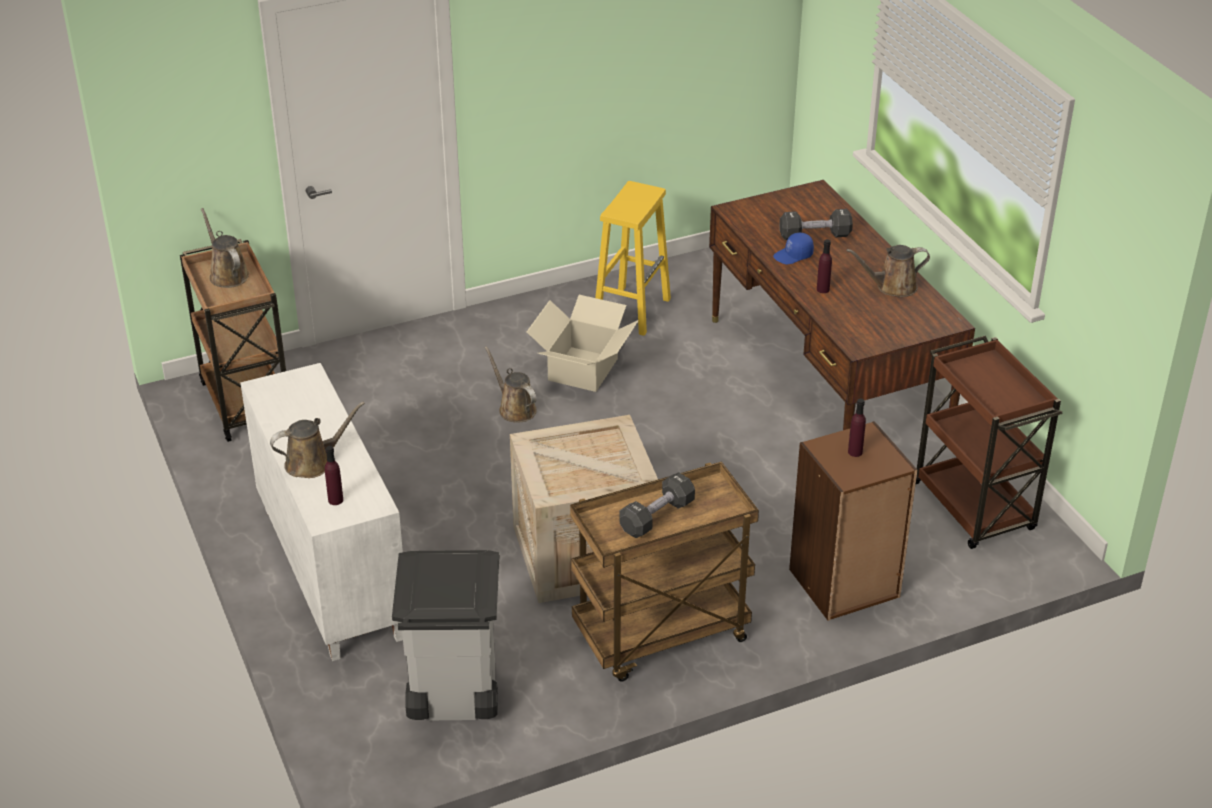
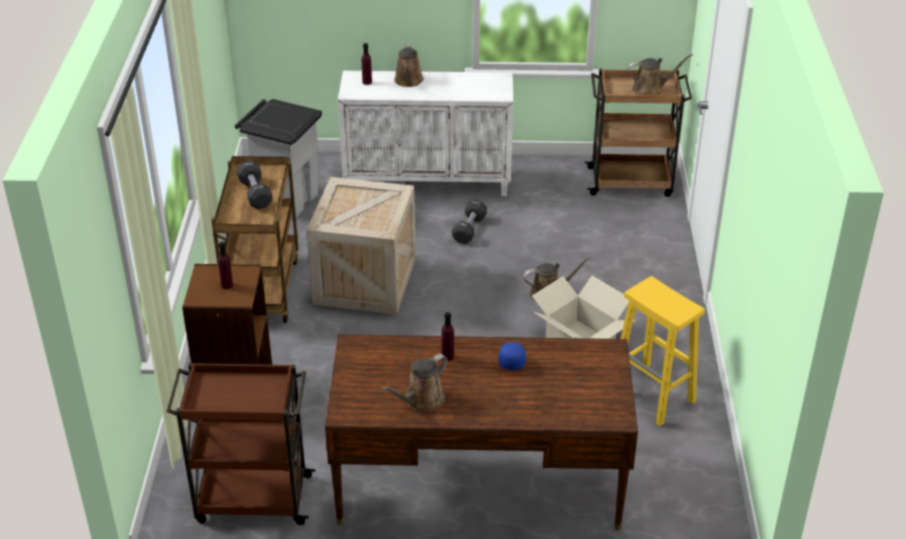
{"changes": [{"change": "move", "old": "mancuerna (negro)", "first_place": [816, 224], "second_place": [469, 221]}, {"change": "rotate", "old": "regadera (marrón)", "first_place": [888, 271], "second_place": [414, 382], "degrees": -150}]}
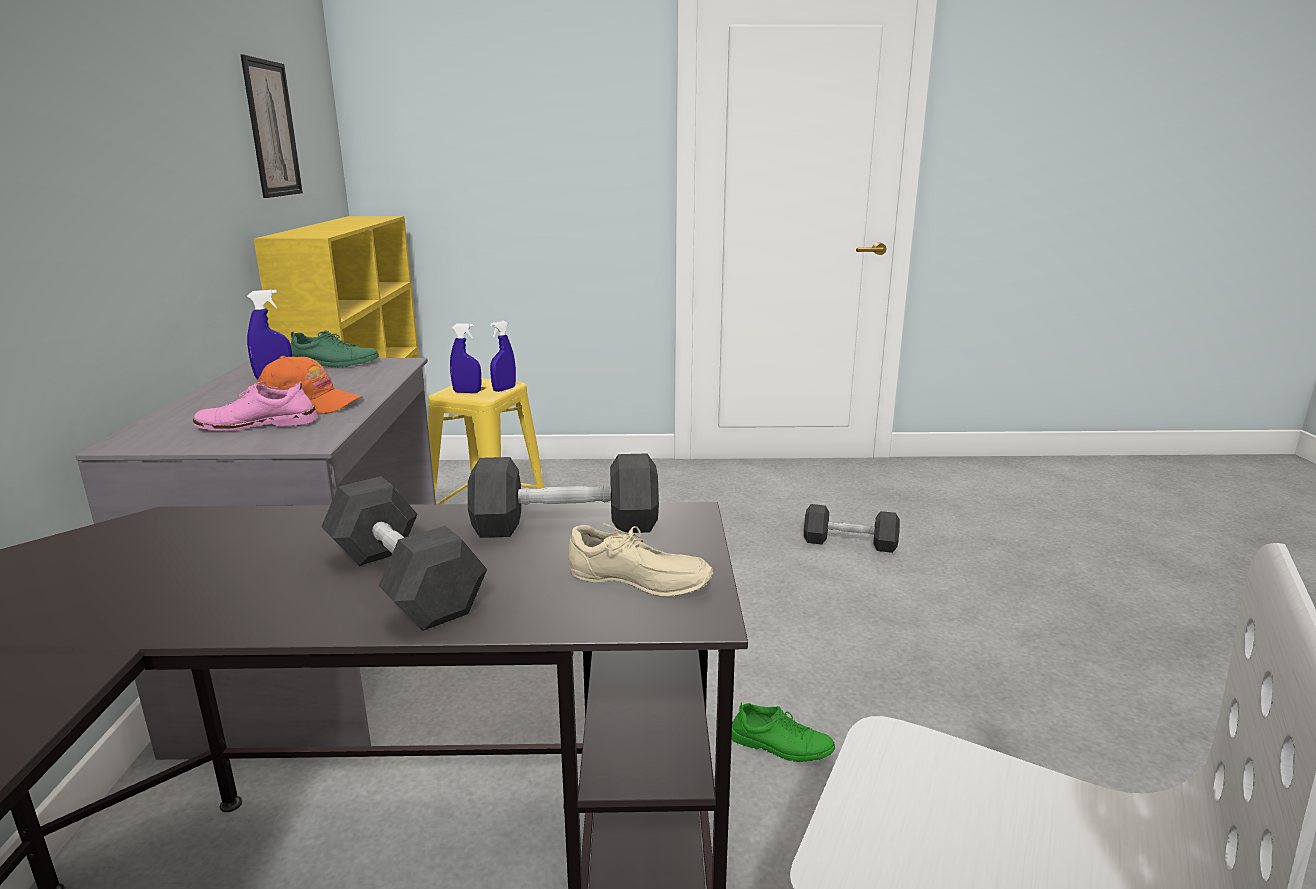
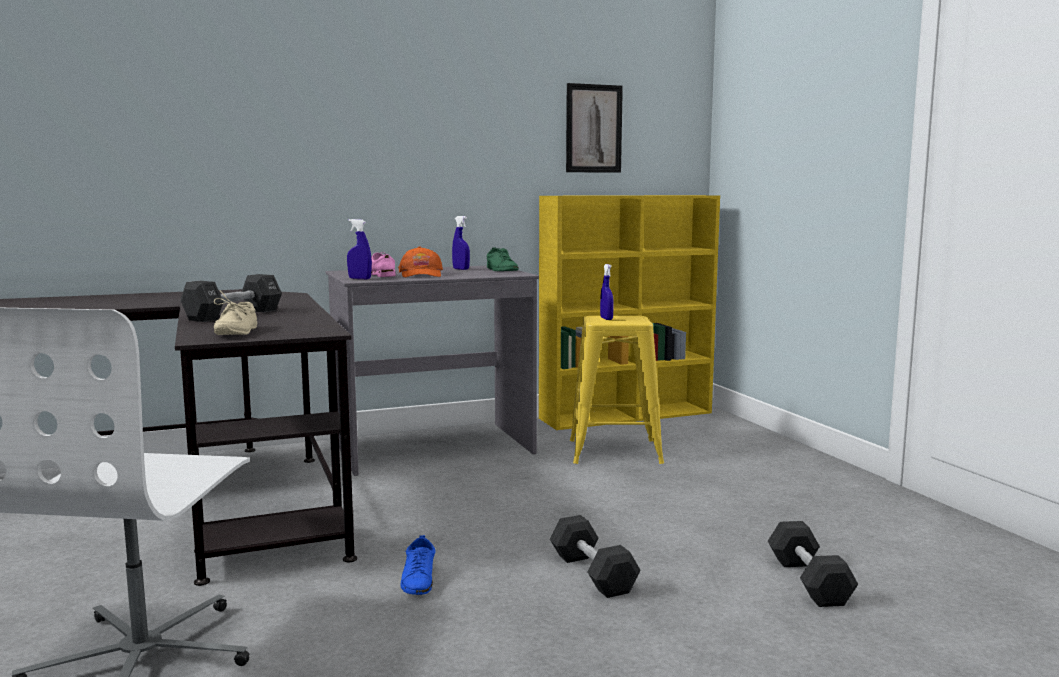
{"changes": [{"change": "move", "old": "mancuerna (negro)", "first_place": [563, 495], "second_place": [595, 556]}, {"change": "move", "old": "pulverizador (azul)", "first_place": [503, 356], "second_place": [359, 249]}, {"change": "recolor", "old": "zapato (verde)", "new": "zapato (azul)", "first_place": [783, 732], "second_place": [418, 565]}]}
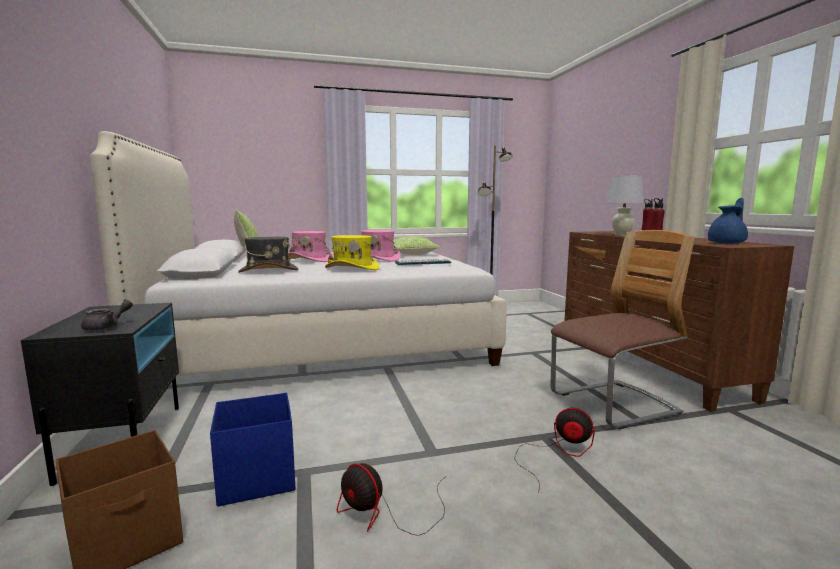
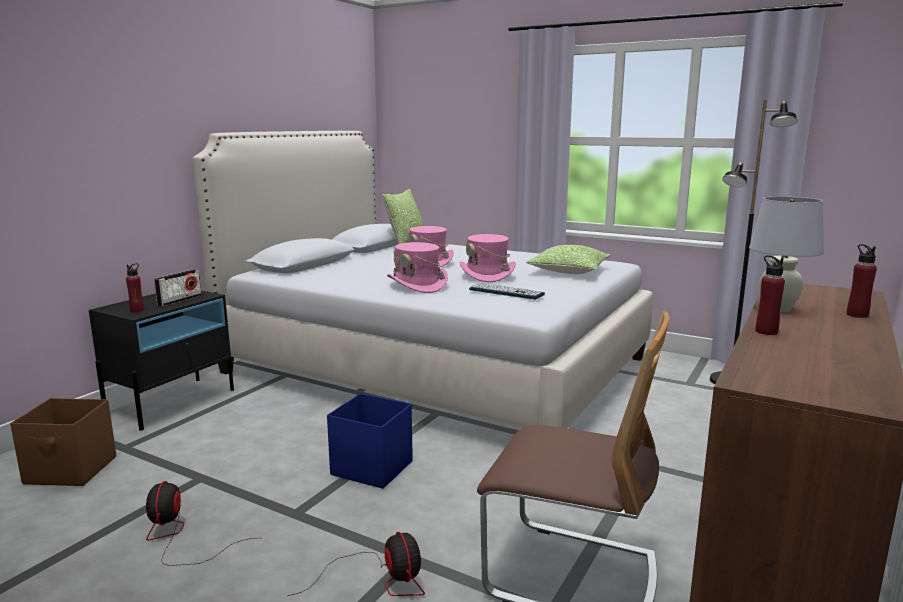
{"changes": [{"change": "replace", "old": "tetera (gris)", "new": "botella (rojo)", "first_place": [107, 315], "second_place": [135, 288]}, {"change": "move", "old": "caja de almacenaje (azul)", "first_place": [252, 449], "second_place": [370, 441]}, {"change": "delete", "old": "sombrero (gris)", "first_place": [268, 255]}, {"change": "recolor", "old": "sombrero (amarillo)", "new": "sombrero (rosa)", "first_place": [352, 252], "second_place": [417, 267]}, {"change": "delete", "old": "tetera (azul)", "first_place": [728, 221]}, {"change": "insert", "new": "radio", "second_place": [177, 287]}]}
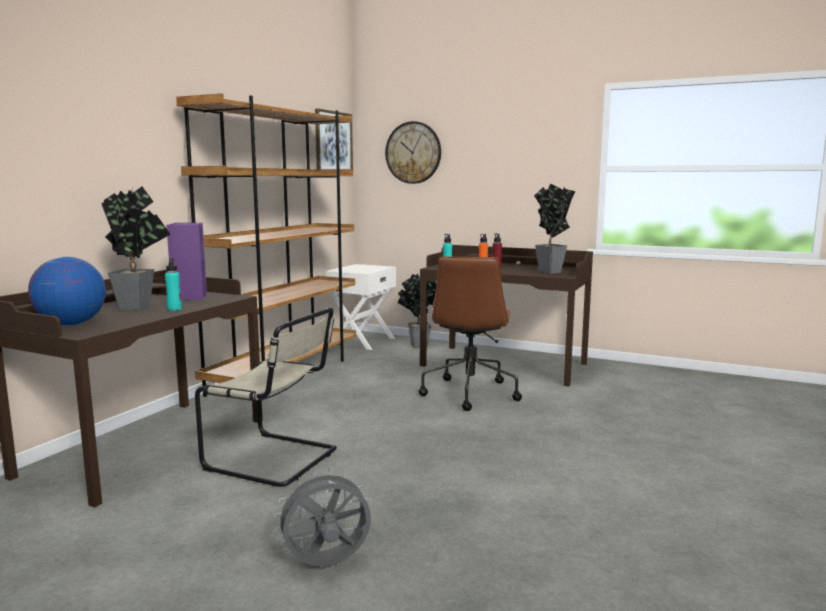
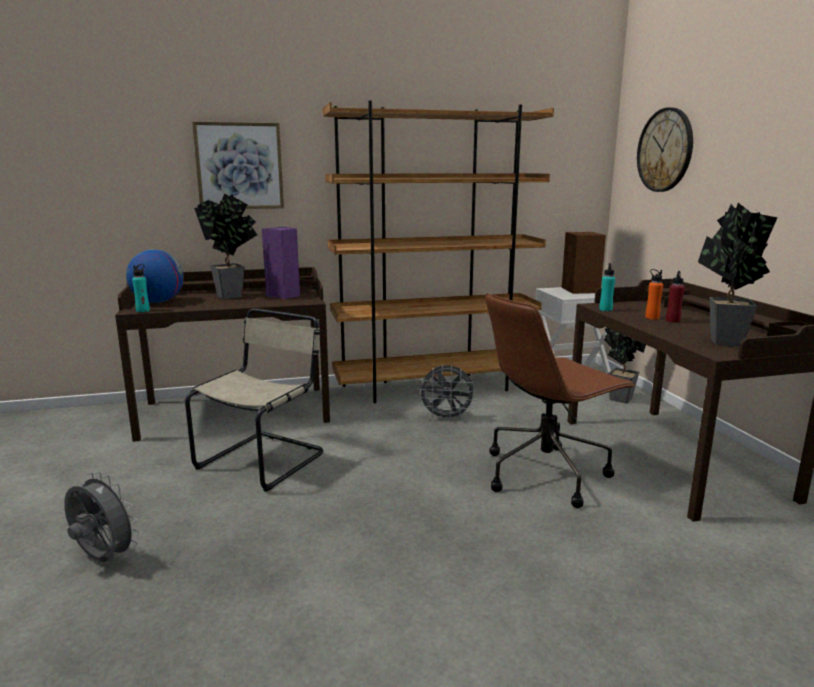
{"changes": [{"change": "move", "old": "botella (turquesa)", "first_place": [173, 284], "second_place": [141, 288]}, {"change": "rotate", "old": "silla (beis)", "first_place": [266, 397], "second_place": [254, 400], "degrees": -135}, {"change": "move", "old": "cuadro", "first_place": [334, 139], "second_place": [238, 165]}, {"change": "insert", "new": "ventilador (gris)", "second_place": [446, 393]}, {"change": "insert", "new": "altavoz (marrón)", "second_place": [584, 263]}]}
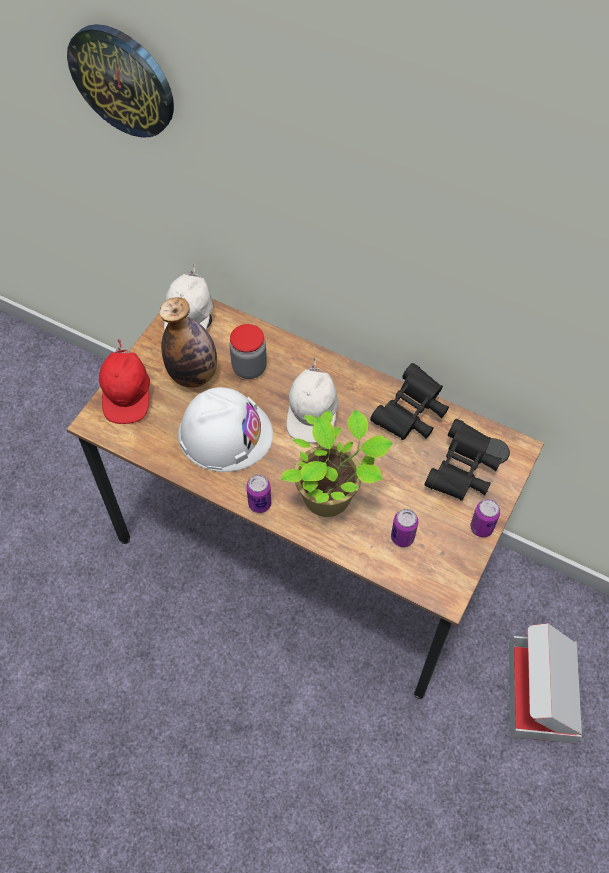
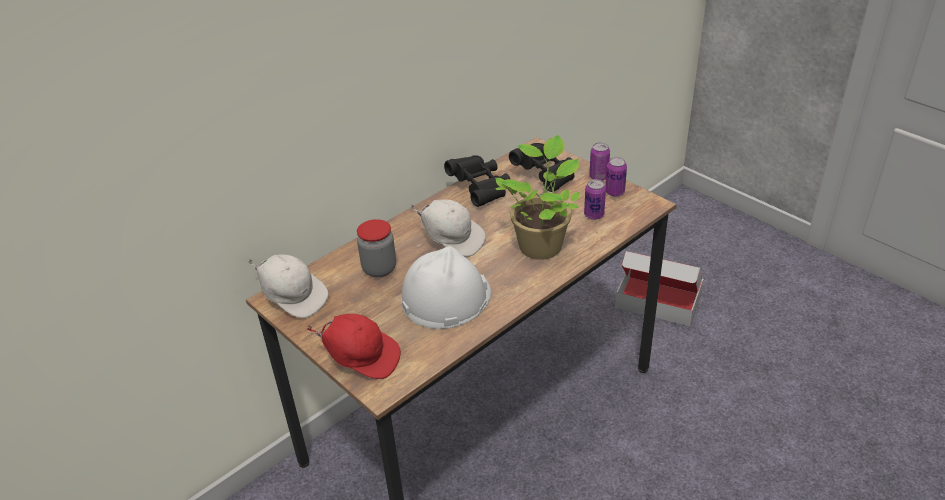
{"changes": [{"change": "delete", "old": "reloj de pared", "first_place": [120, 81]}, {"change": "delete", "old": "botella", "first_place": [188, 342]}, {"change": "move", "old": "lata", "first_place": [258, 494], "second_place": [616, 177]}]}
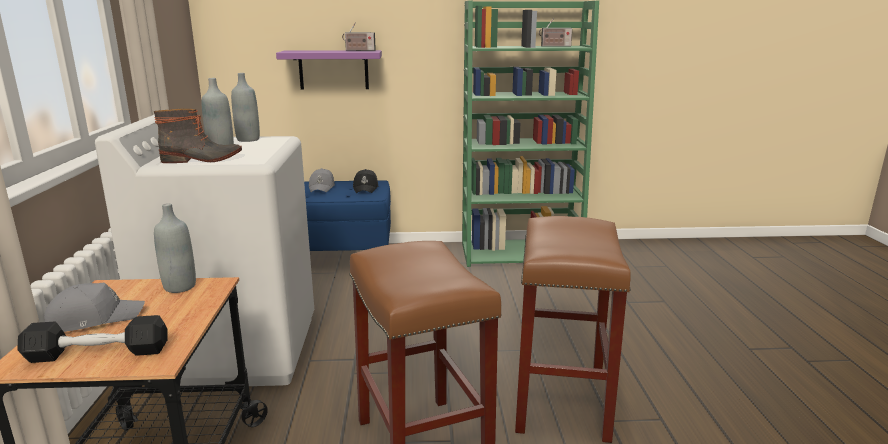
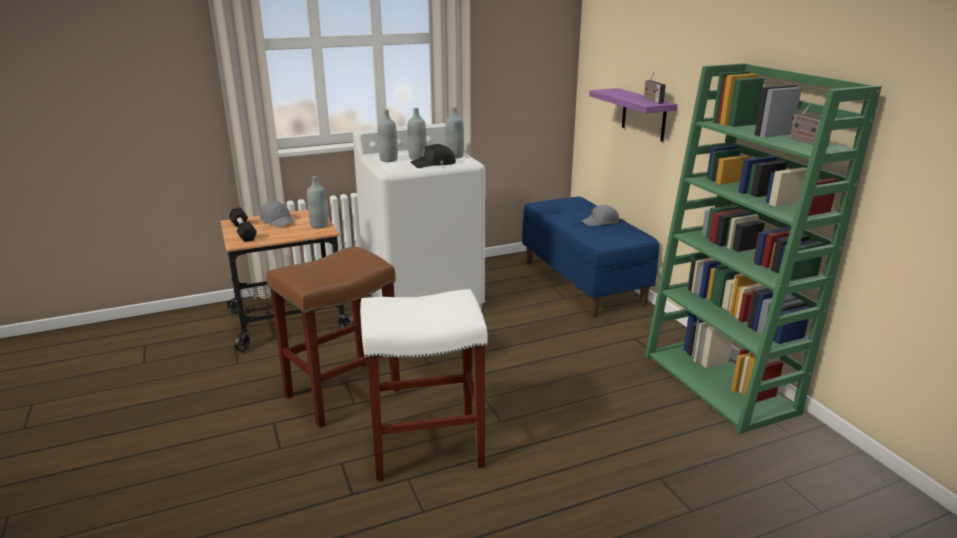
{"changes": [{"change": "replace", "old": "bota", "new": "botella (gris)", "first_place": [198, 136], "second_place": [388, 135]}, {"change": "move", "old": "gorra (negro)", "first_place": [365, 181], "second_place": [433, 156]}, {"change": "recolor", "old": "taburete (marrón)", "new": "taburete (blanco)", "first_place": [573, 329], "second_place": [424, 385]}]}
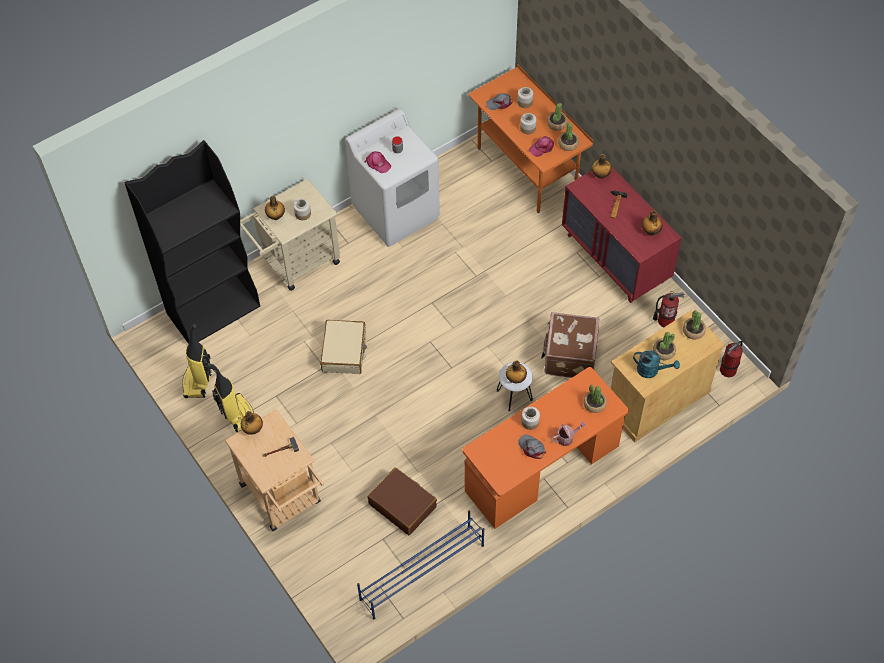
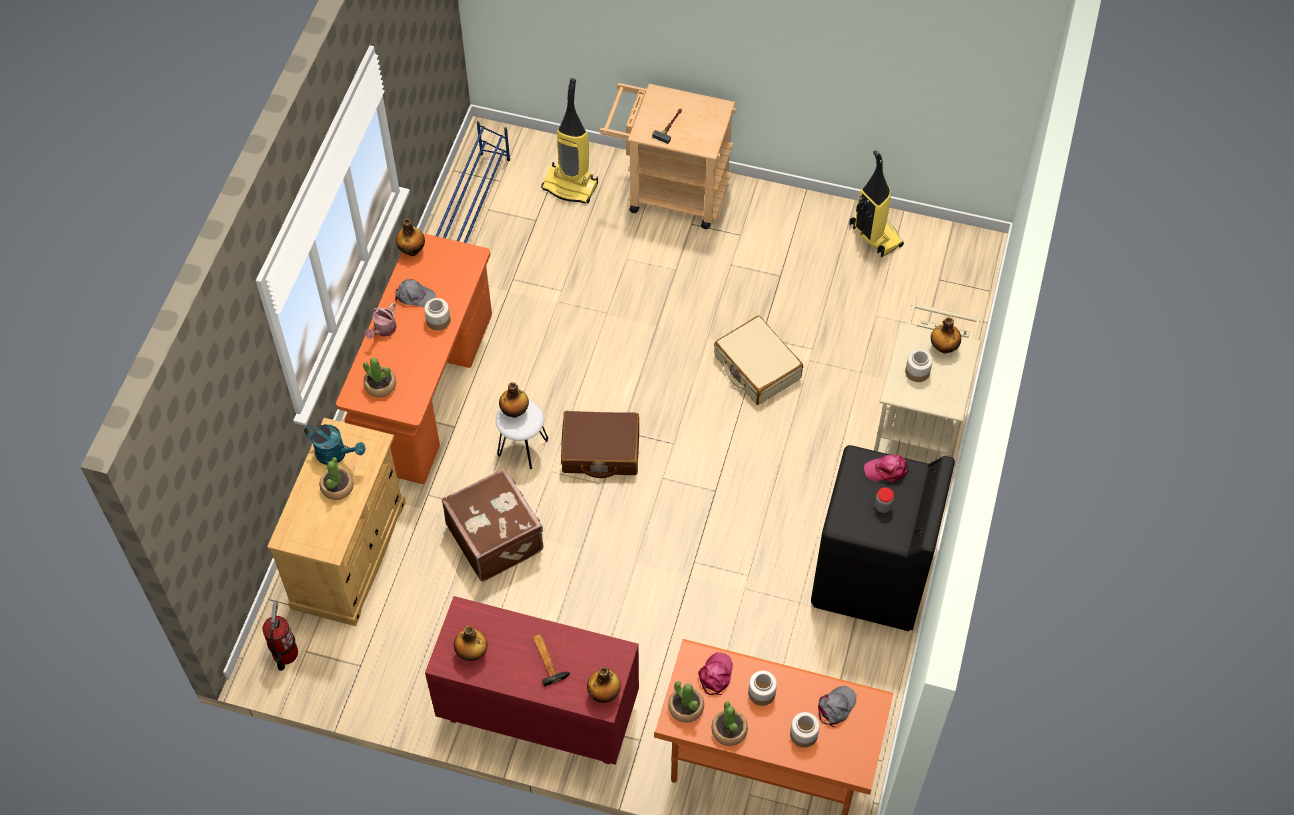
{"changes": [{"change": "delete", "old": "estantería (negro)", "first_place": [192, 242]}, {"change": "move", "old": "aspiradora", "first_place": [230, 397], "second_place": [569, 141]}, {"change": "move", "old": "botella", "first_place": [252, 423], "second_place": [410, 237]}, {"change": "recolor", "old": "lavadora (blanco)", "new": "lavadora (negro)", "first_place": [393, 178], "second_place": [883, 538]}, {"change": "move", "old": "maleta (marrón)", "first_place": [402, 501], "second_place": [600, 444]}, {"change": "rotate", "old": "regadera (turquesa)", "first_place": [656, 364], "second_place": [335, 444], "degrees": -135}, {"change": "delete", "old": "extintor", "first_place": [668, 309]}, {"change": "delete", "old": "planta en maceta", "first_place": [694, 324]}]}
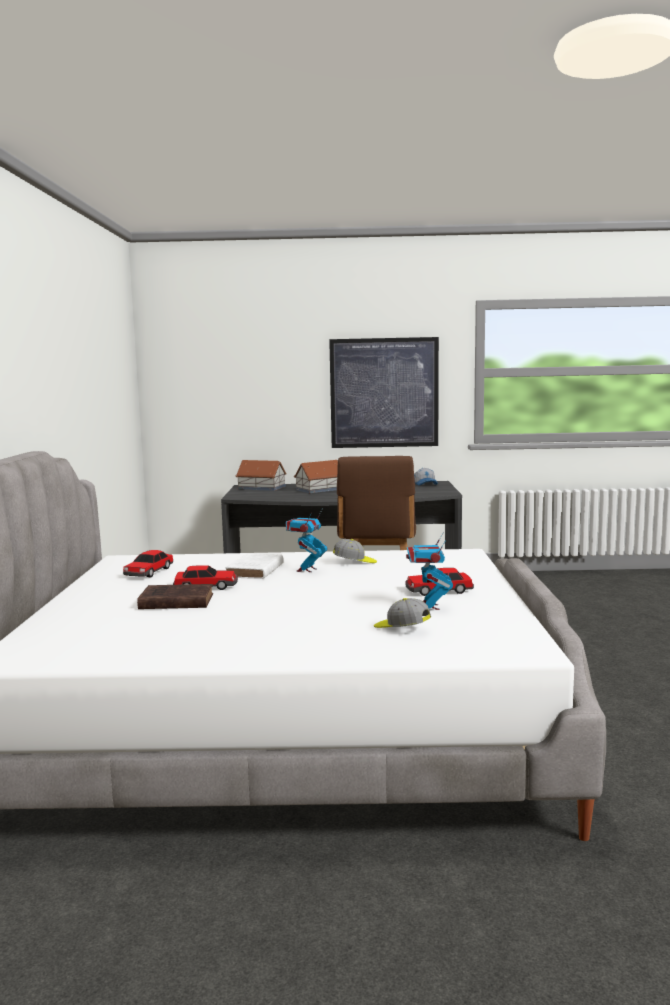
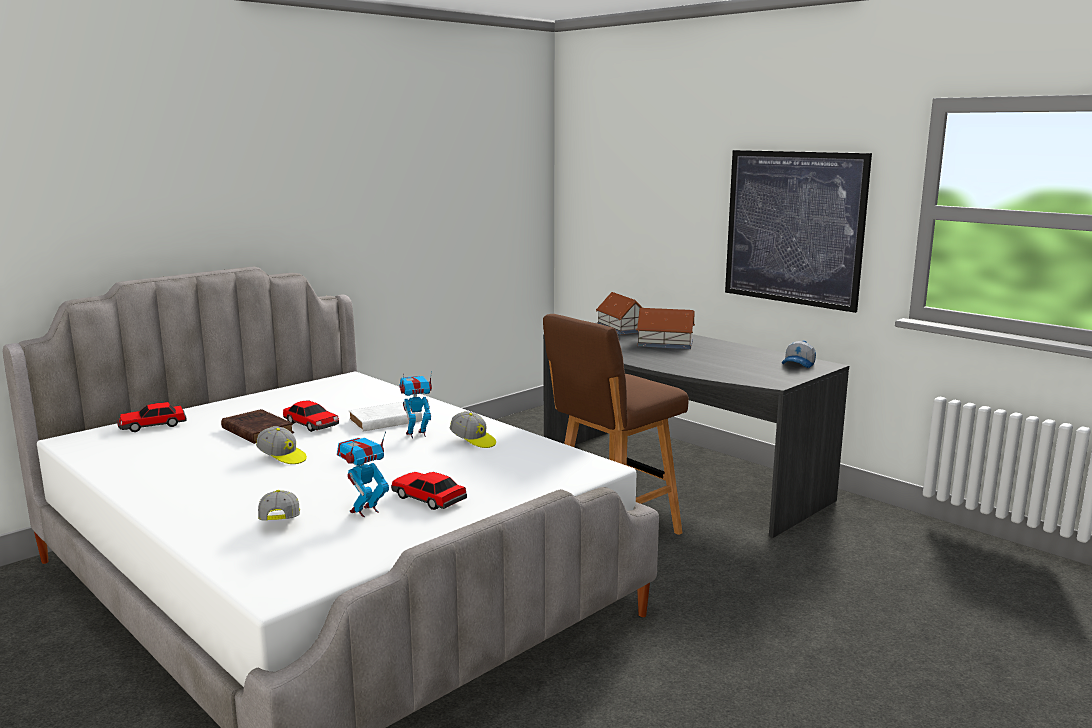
{"changes": [{"change": "move", "old": "coche de juguete", "first_place": [148, 563], "second_place": [152, 417]}, {"change": "insert", "new": "gorra", "second_place": [281, 445]}]}
